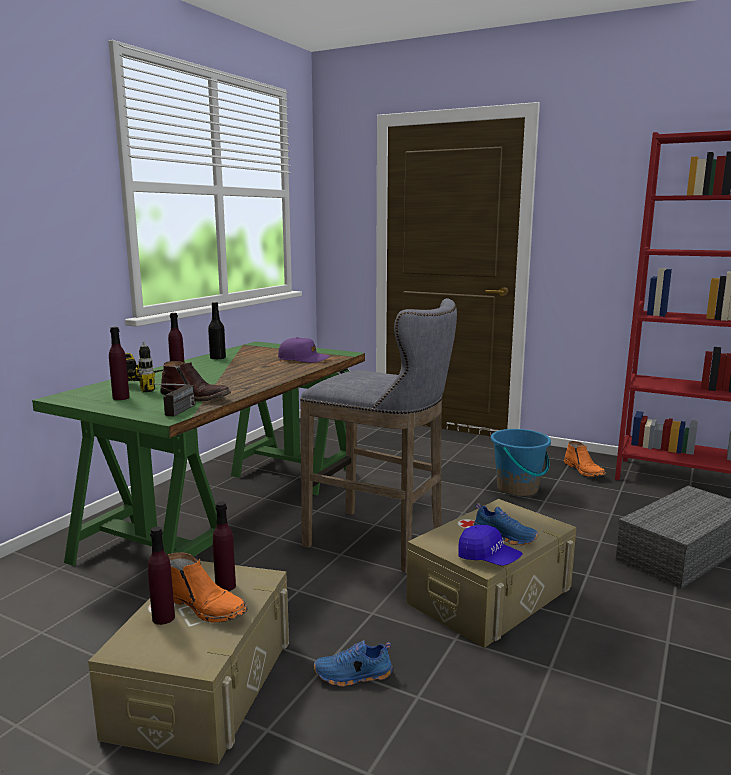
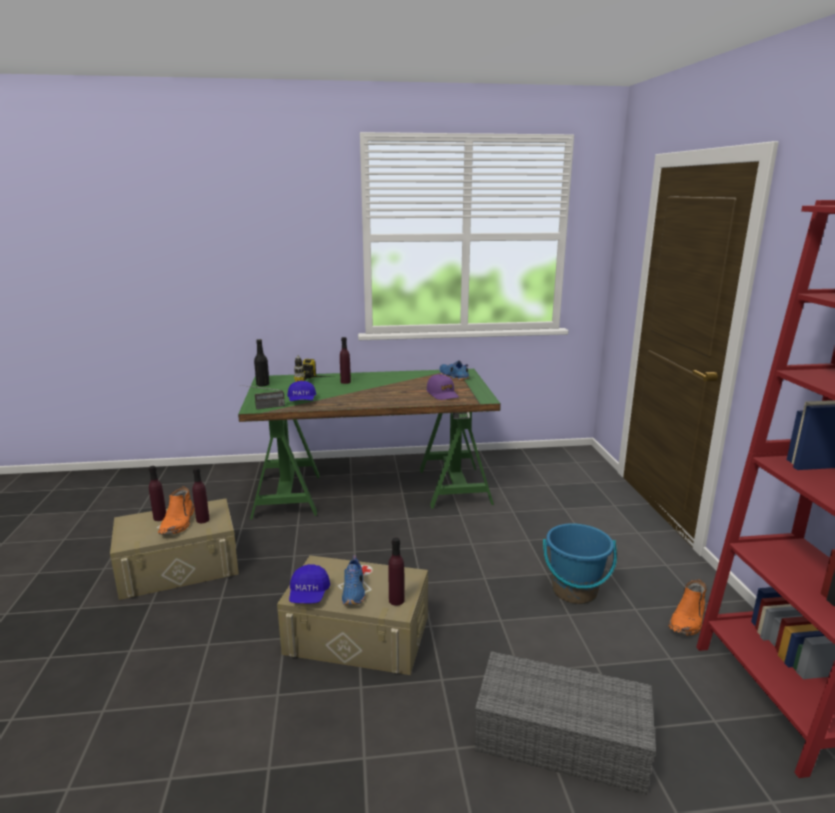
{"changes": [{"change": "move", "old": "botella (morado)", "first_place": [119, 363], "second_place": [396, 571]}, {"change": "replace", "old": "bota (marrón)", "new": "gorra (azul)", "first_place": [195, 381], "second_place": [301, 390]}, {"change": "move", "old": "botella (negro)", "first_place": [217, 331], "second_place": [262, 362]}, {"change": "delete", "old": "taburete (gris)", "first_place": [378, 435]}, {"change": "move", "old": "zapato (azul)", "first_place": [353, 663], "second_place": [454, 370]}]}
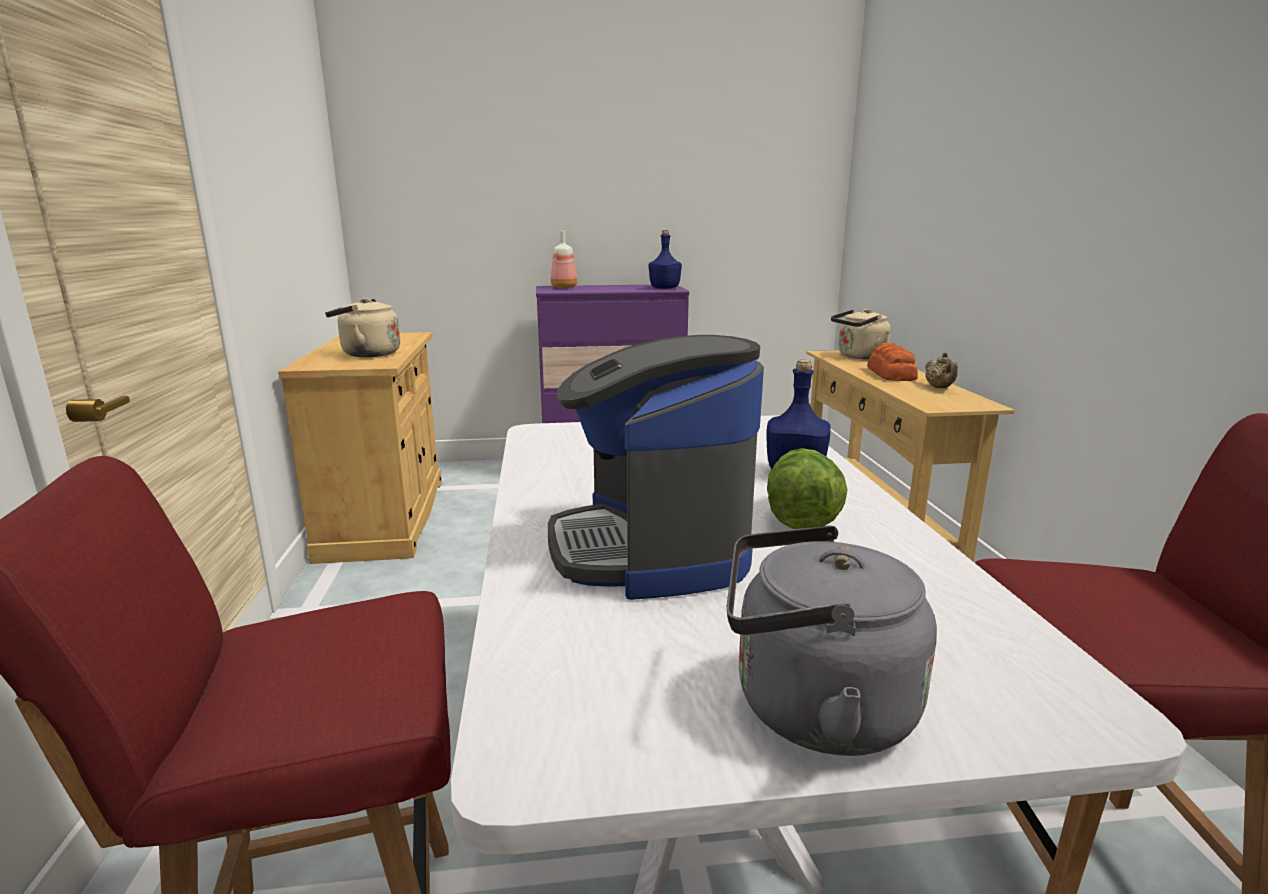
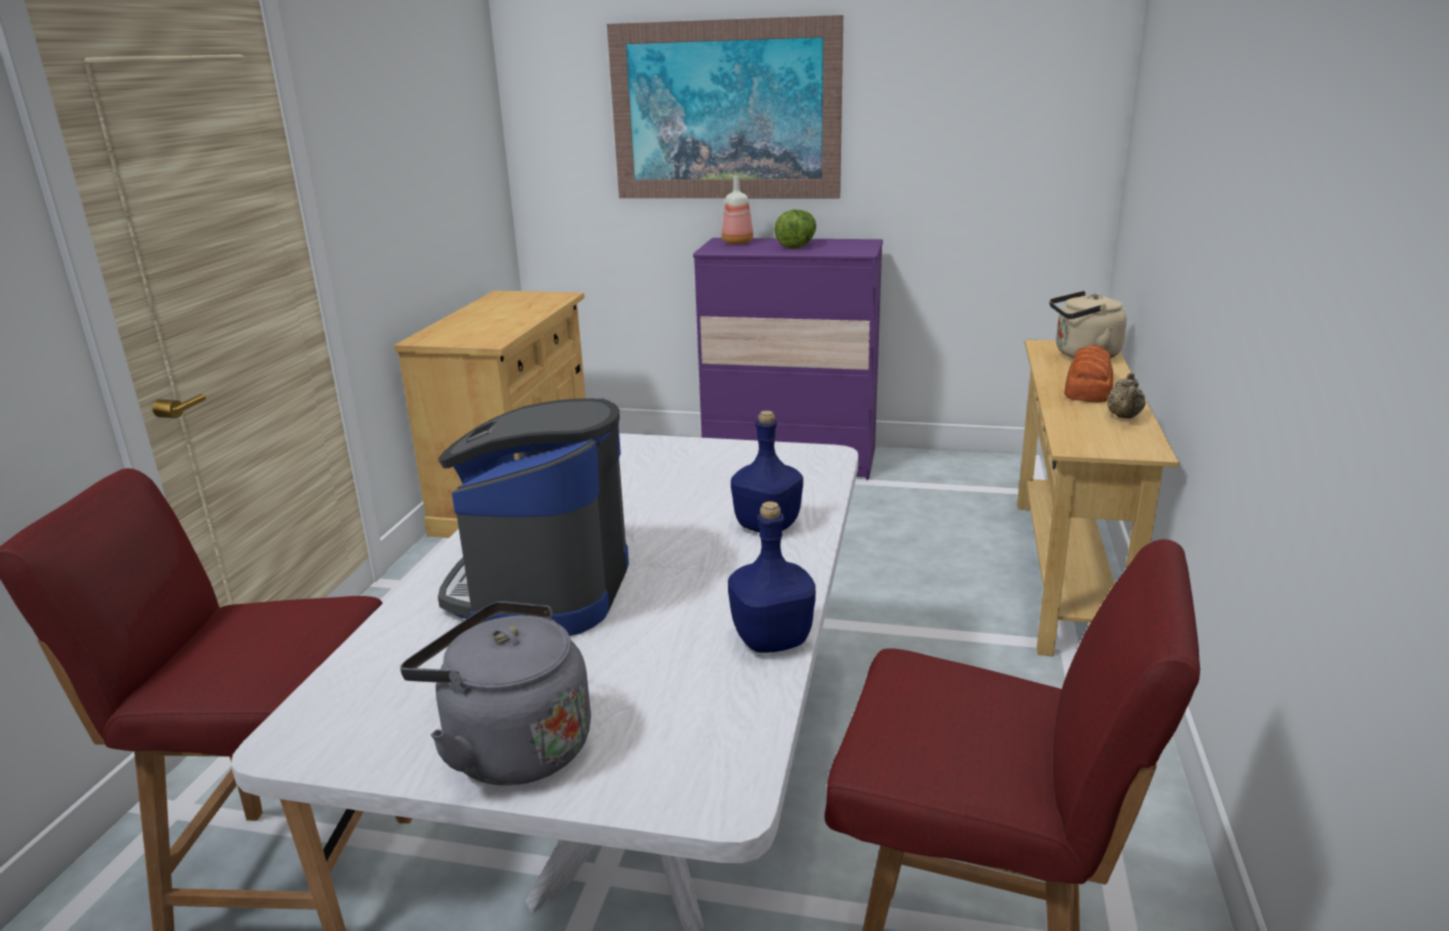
{"changes": [{"change": "delete", "old": "hervidor (beis)", "first_place": [362, 327]}, {"change": "move", "old": "botella (azul)", "first_place": [665, 259], "second_place": [772, 577]}, {"change": "move", "old": "lechuga", "first_place": [807, 488], "second_place": [795, 229]}, {"change": "insert", "new": "cuadro", "second_place": [725, 106]}]}
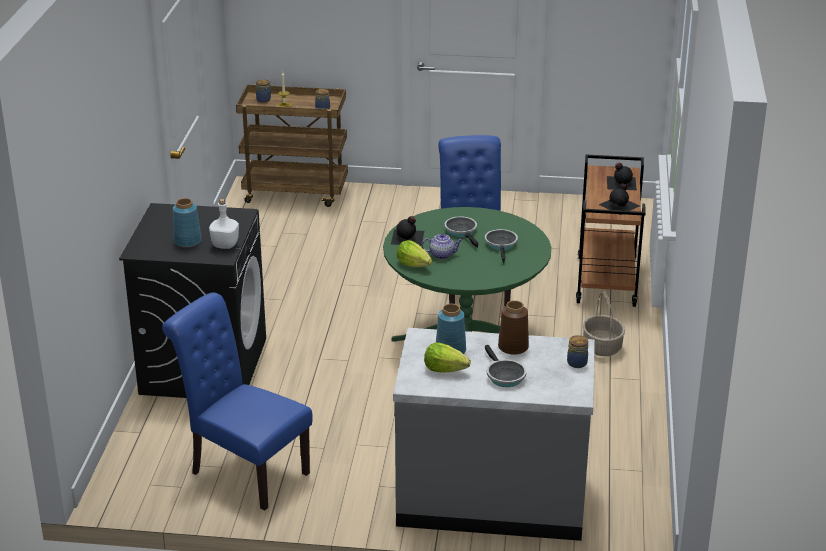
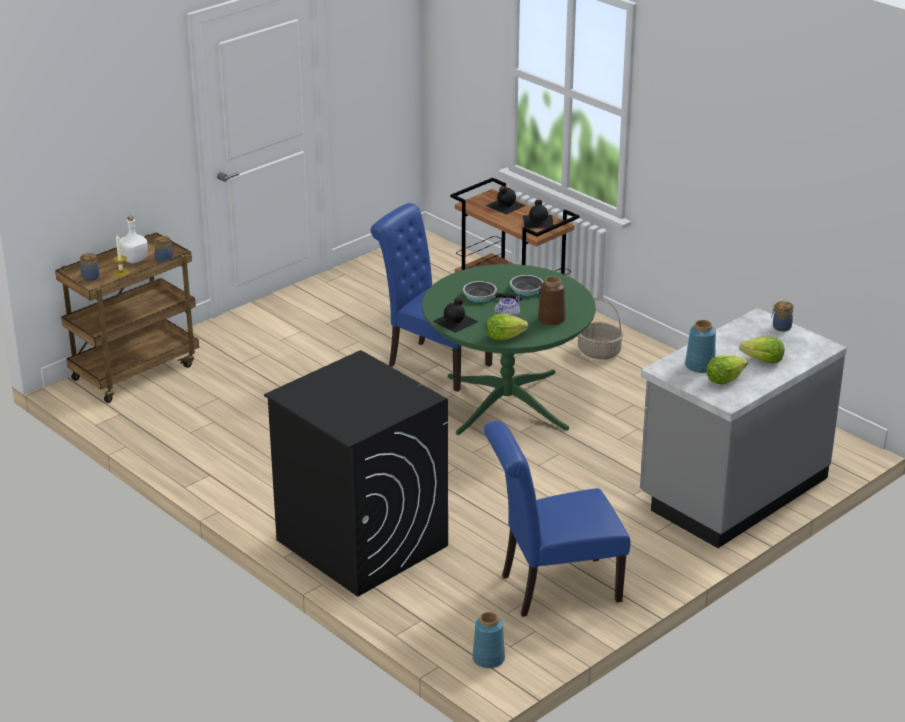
{"changes": [{"change": "move", "old": "florero (azul)", "first_place": [187, 223], "second_place": [488, 640]}, {"change": "move", "old": "botella (blanco)", "first_place": [224, 224], "second_place": [134, 239]}, {"change": "replace", "old": "sartén", "new": "lechuga", "first_place": [505, 366], "second_place": [761, 350]}, {"change": "move", "old": "florero (marrón)", "first_place": [513, 327], "second_place": [552, 300]}]}
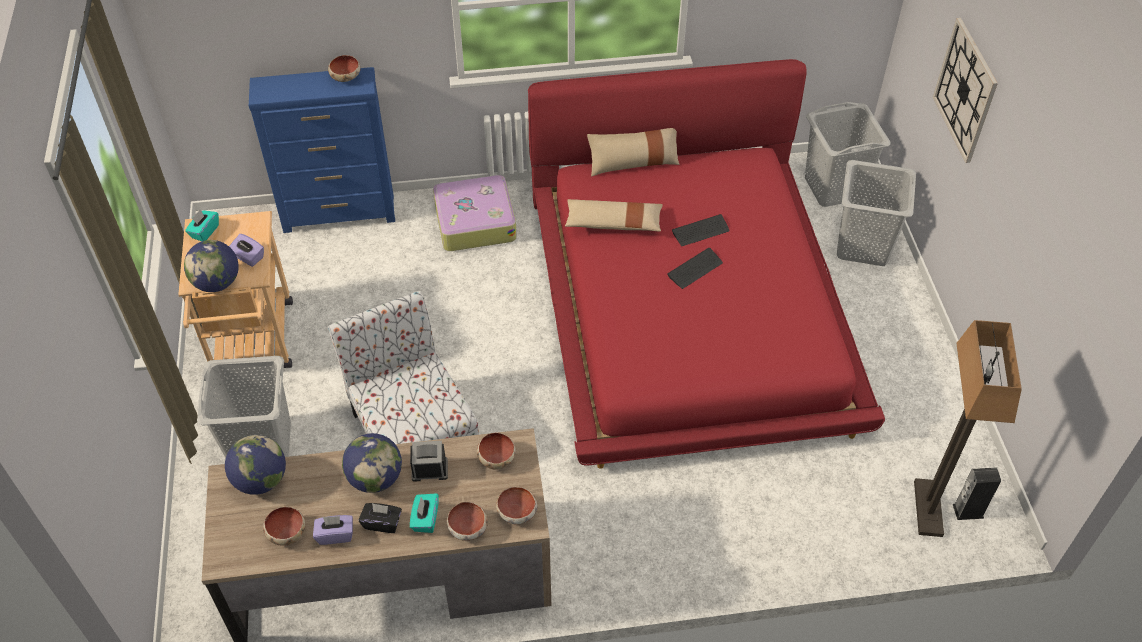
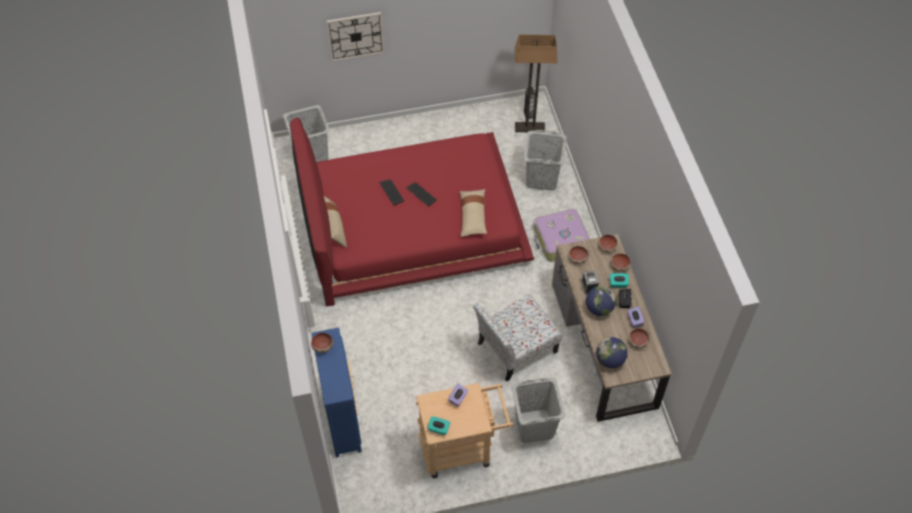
{"changes": [{"change": "delete", "old": "globo terráqueo", "first_place": [211, 266]}, {"change": "move", "old": "maleta", "first_place": [475, 212], "second_place": [562, 235]}, {"change": "move", "old": "cojín (beis)", "first_place": [614, 215], "second_place": [473, 213]}, {"change": "move", "old": "cesto de la ropa (gris)", "first_place": [876, 213], "second_place": [545, 160]}]}
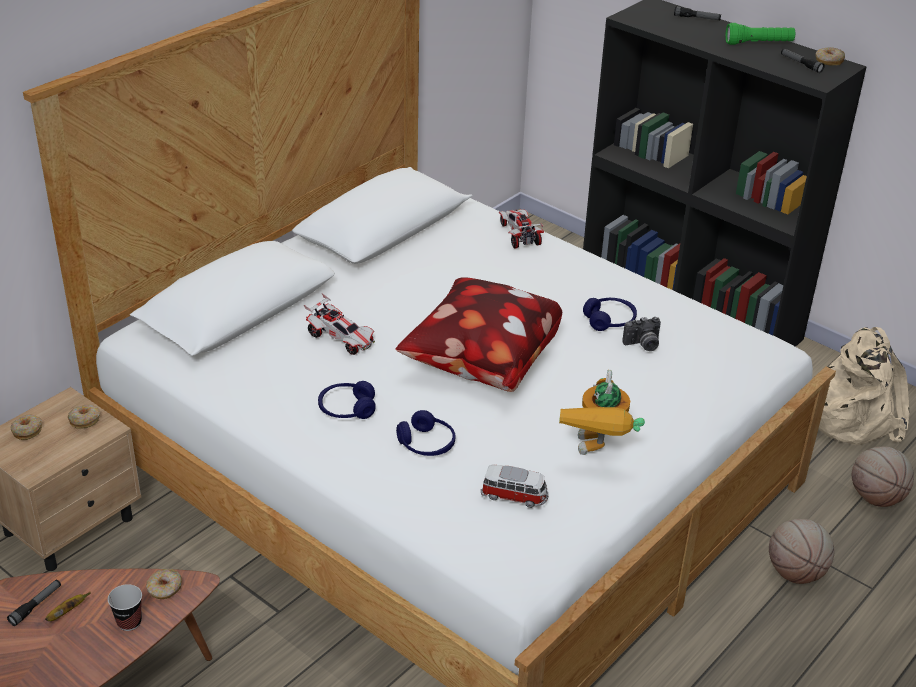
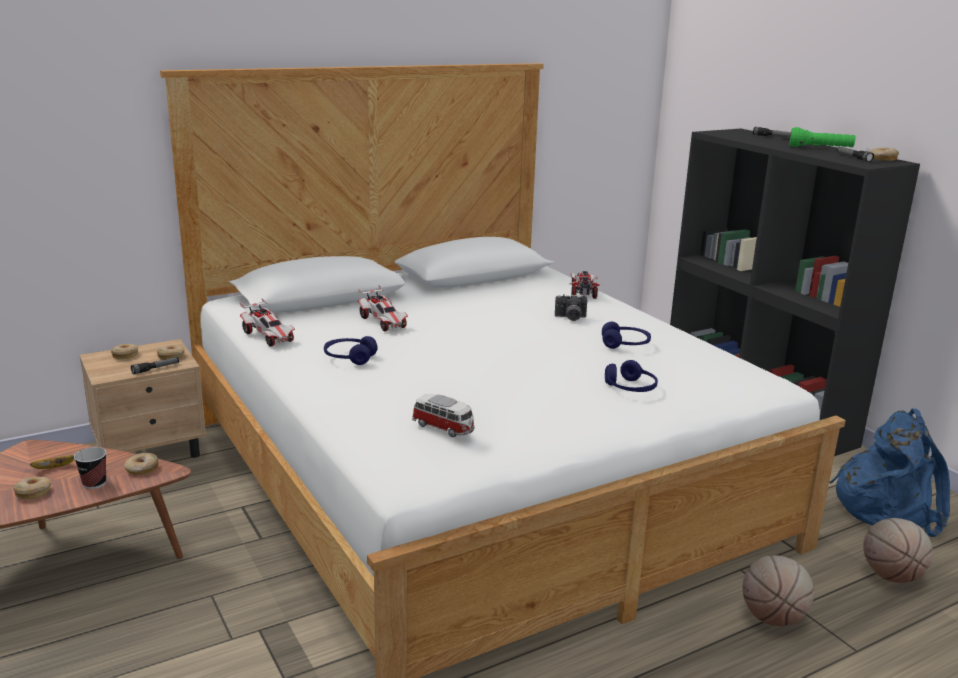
{"changes": [{"change": "move", "old": "linterna", "first_place": [34, 603], "second_place": [155, 366]}, {"change": "delete", "old": "cojín", "first_place": [478, 334]}, {"change": "move", "old": "auriculares (azul)", "first_place": [425, 433], "second_place": [631, 376]}, {"change": "delete", "old": "robot de juguete", "first_place": [602, 412]}, {"change": "move", "old": "cámara", "first_place": [642, 334], "second_place": [571, 307]}, {"change": "recolor", "old": "mochila (beis)", "new": "mochila (azul)", "first_place": [863, 386], "second_place": [889, 473]}, {"change": "insert", "new": "rosquilla", "second_place": [32, 487]}, {"change": "insert", "new": "coche de juguete", "second_place": [267, 322]}]}
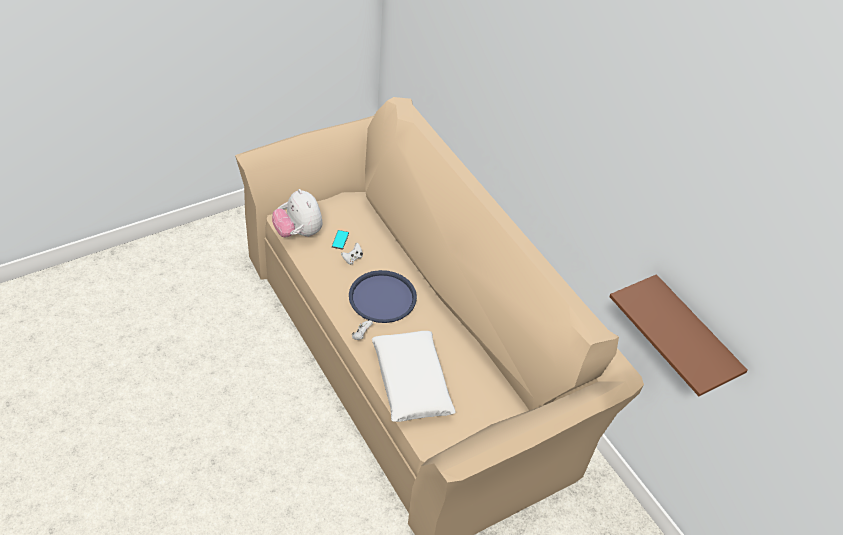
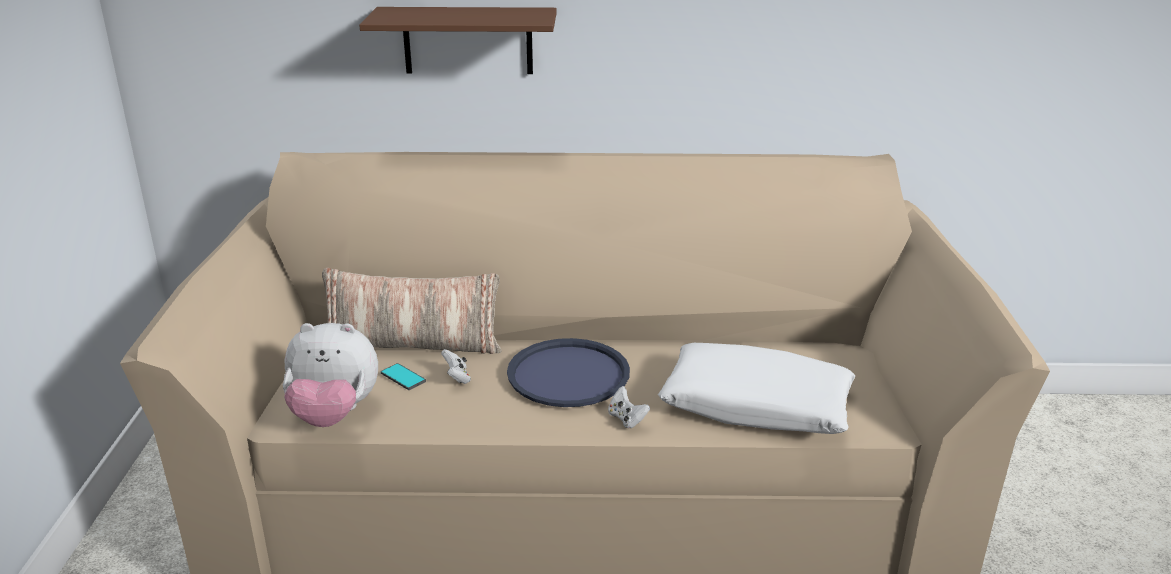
{"changes": [{"change": "move", "old": "estante (marrón)", "first_place": [678, 335], "second_place": [458, 40]}, {"change": "insert", "new": "cojín", "second_place": [412, 311]}]}
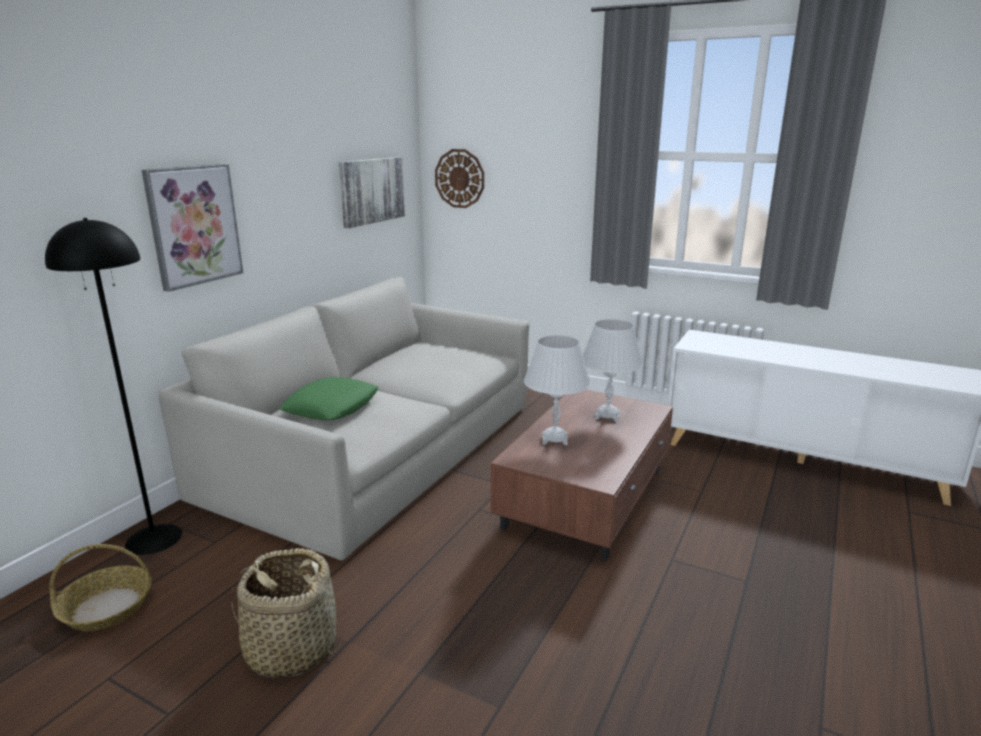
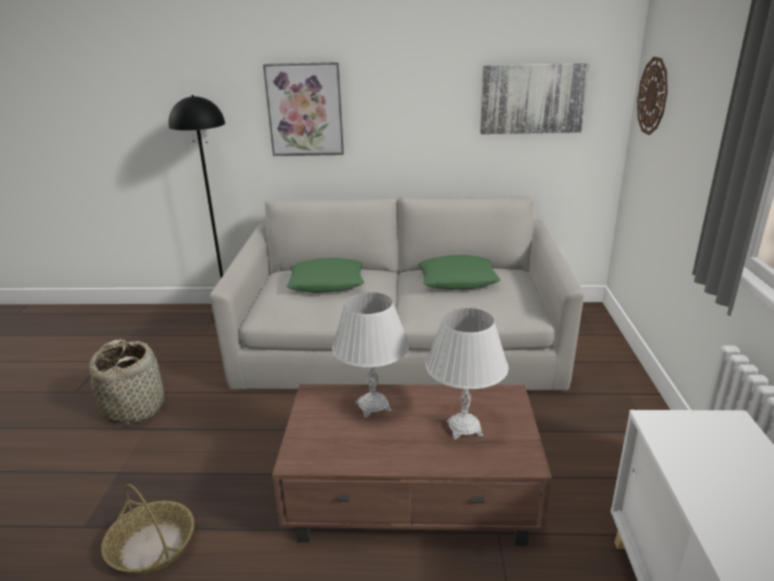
{"changes": [{"change": "move", "old": "cesta", "first_place": [100, 587], "second_place": [147, 529]}, {"change": "insert", "new": "cojín (verde)", "second_place": [459, 272]}]}
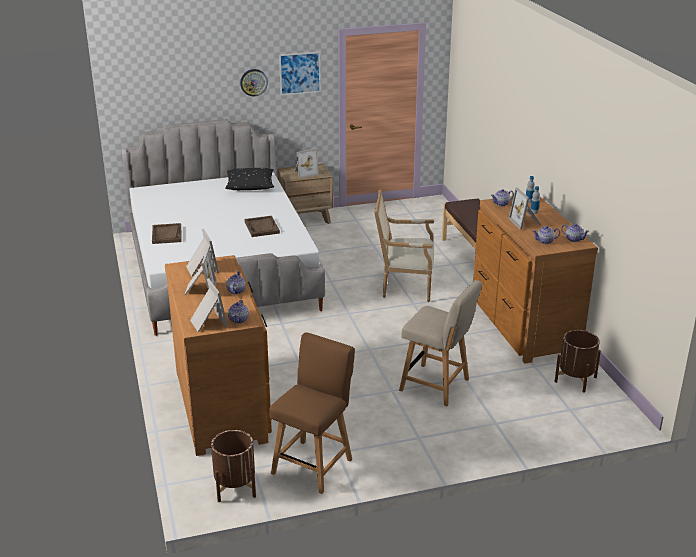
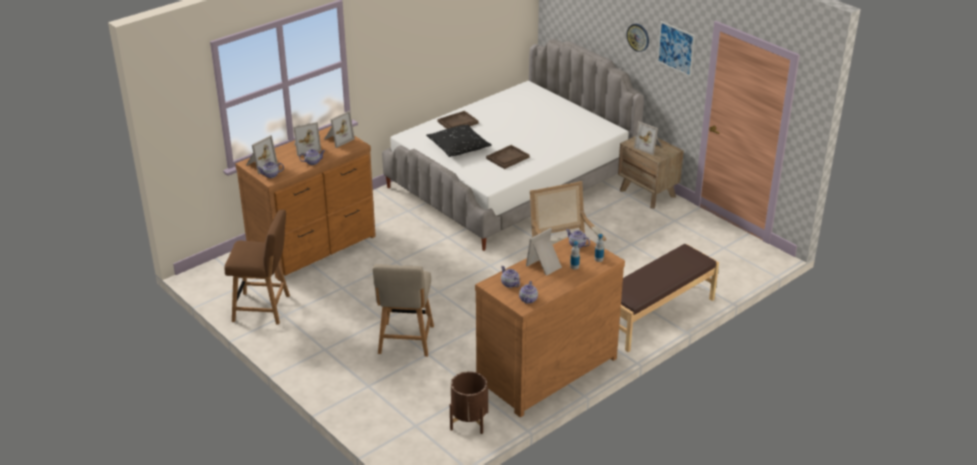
{"changes": [{"change": "delete", "old": "maceta (marrón)", "first_place": [233, 466]}, {"change": "move", "old": "cojín (negro)", "first_place": [249, 179], "second_place": [459, 140]}]}
